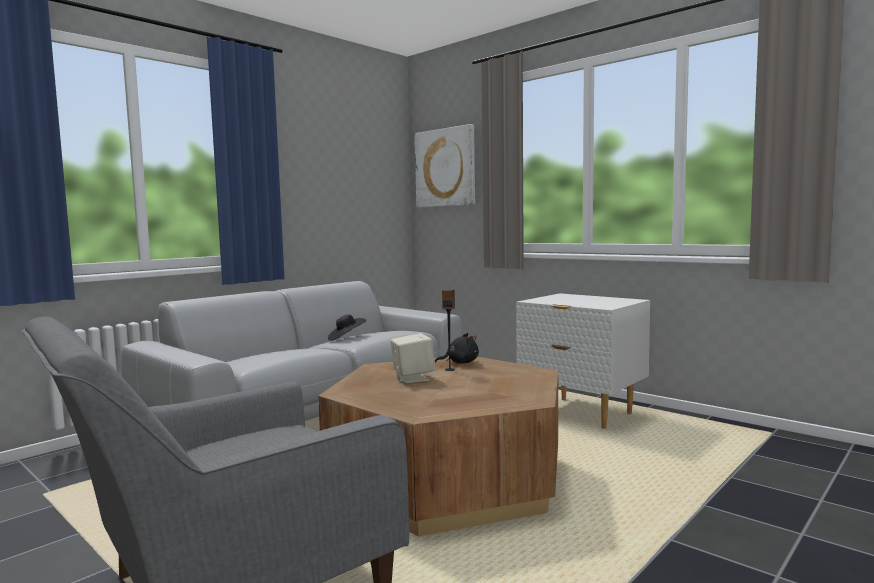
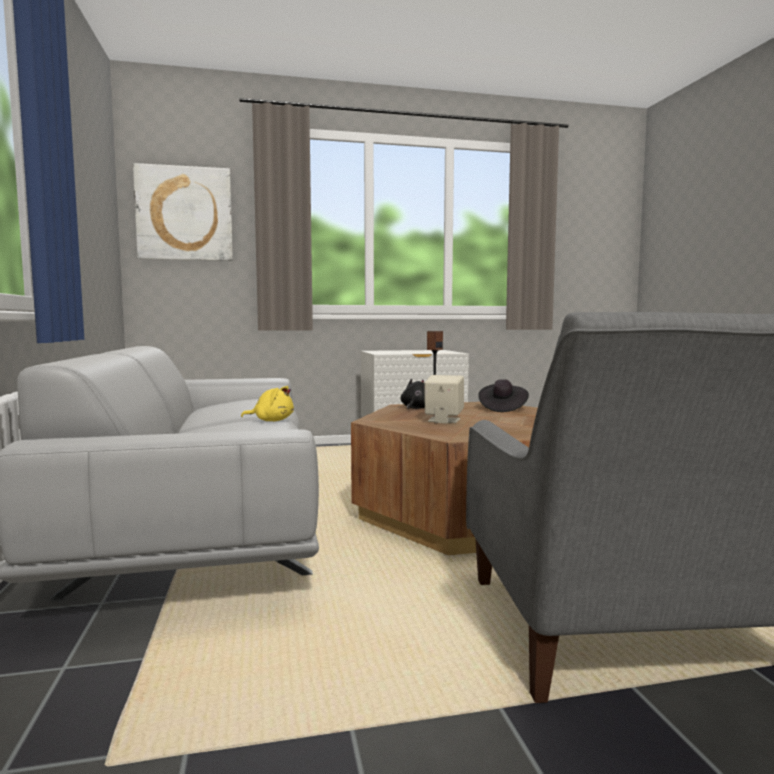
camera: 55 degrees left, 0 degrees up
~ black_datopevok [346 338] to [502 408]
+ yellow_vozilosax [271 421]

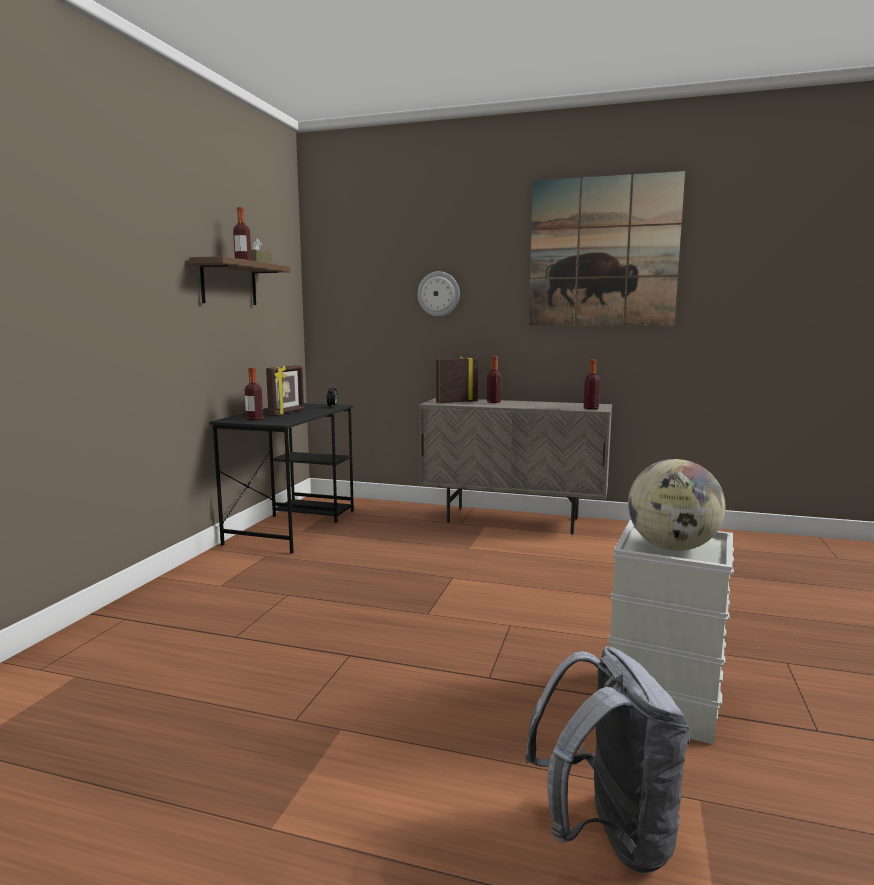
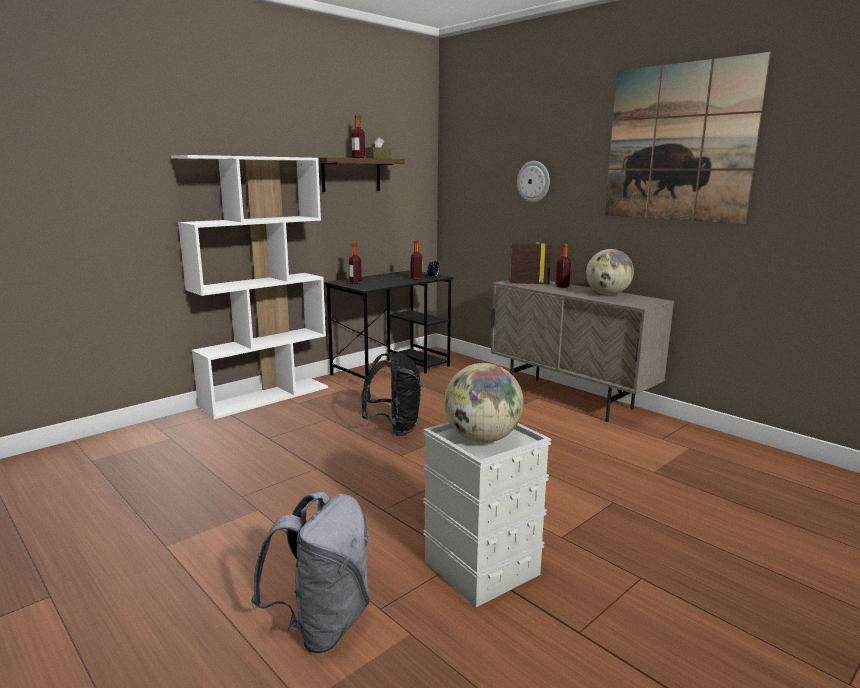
camera: 30 degrees right, 5 degrees up
- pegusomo [287 412]
~ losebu [591 408] to [416 278]
+ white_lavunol [266 397]
+ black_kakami [394 428]
+ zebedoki [607 294]

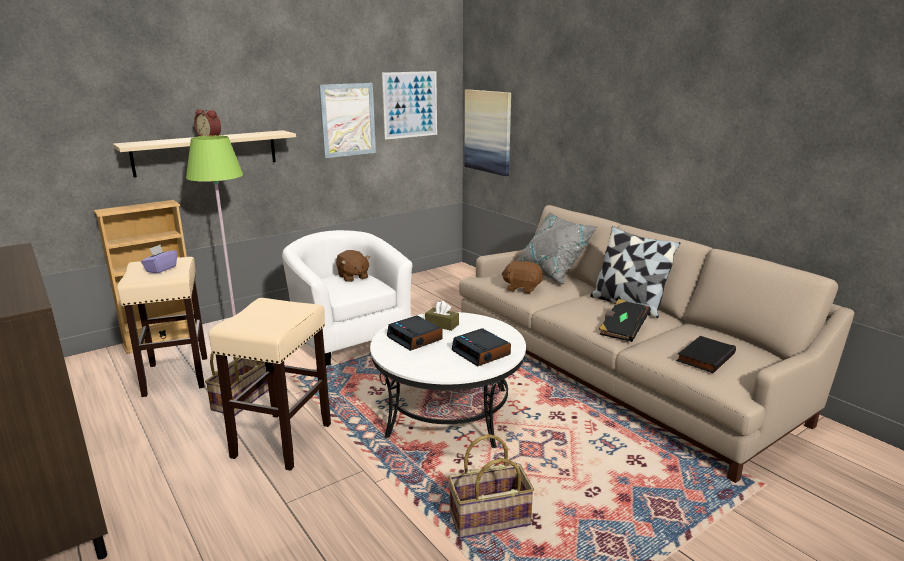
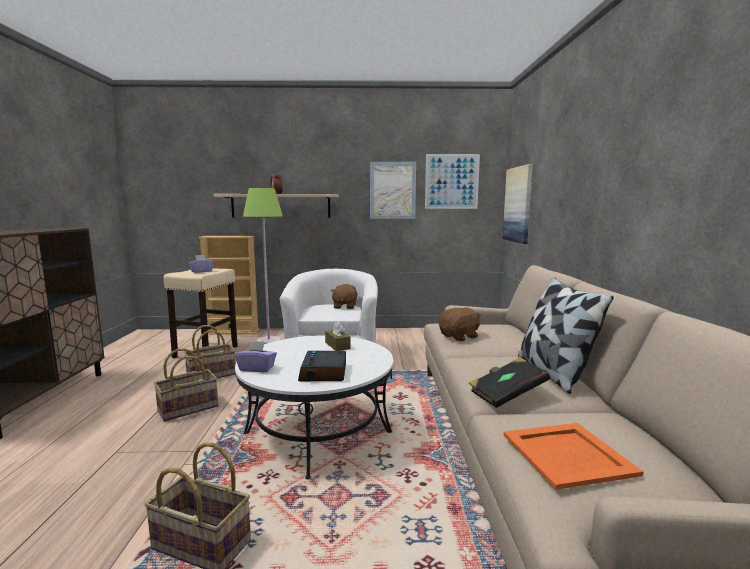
camera: 35 degrees right, 10 degrees down
~ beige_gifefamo [283 439] to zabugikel [188 408]
- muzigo [415 338]
~ brown_vozilosax [522 288] = [459 337] 90 degrees clockwise
- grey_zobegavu [552 273]
~ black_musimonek [704 357] to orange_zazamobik [567 453]
+ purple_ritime [257 368]

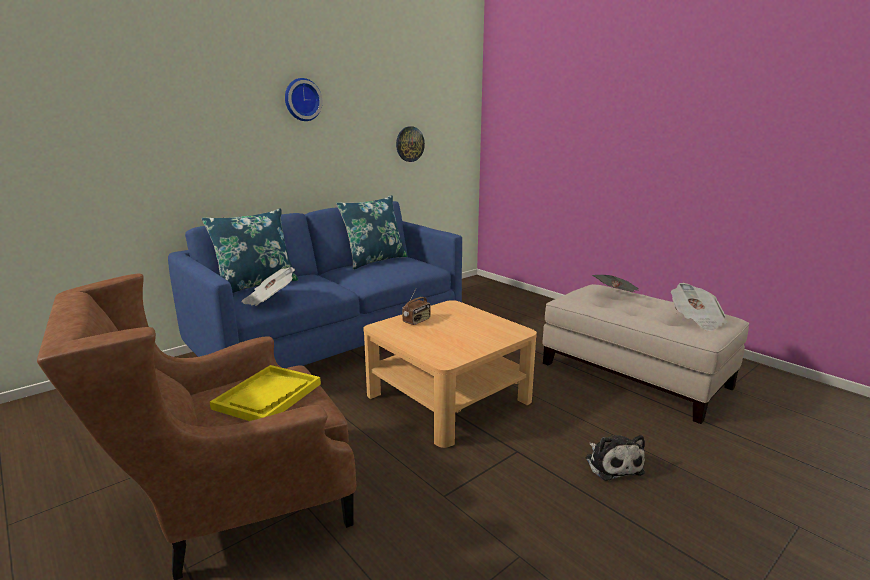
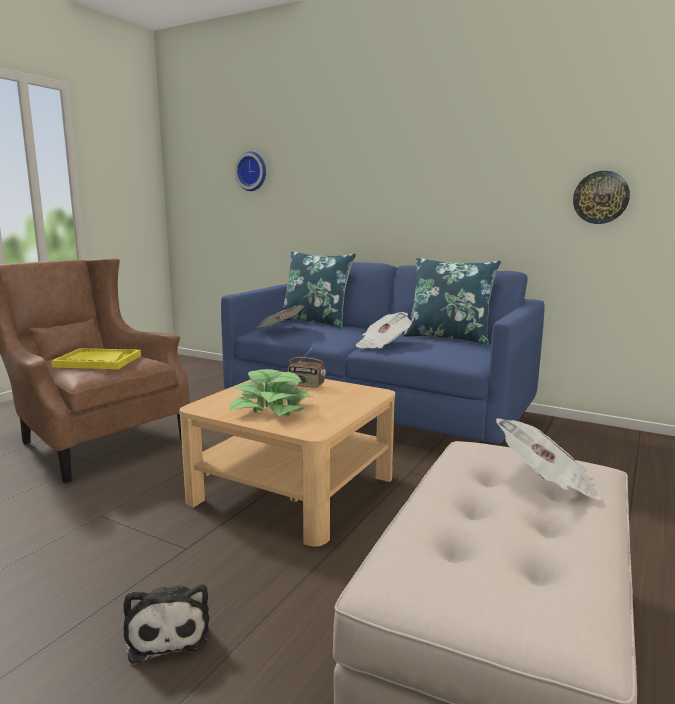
camera: 70 degrees right, 5 degrees down
~ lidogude [302 99] to [252 171]
~ vozilosax [612 464] = [168 632] 75 degrees counterclockwise
~ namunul [696 320] to [382 345]
+ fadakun [271 408]

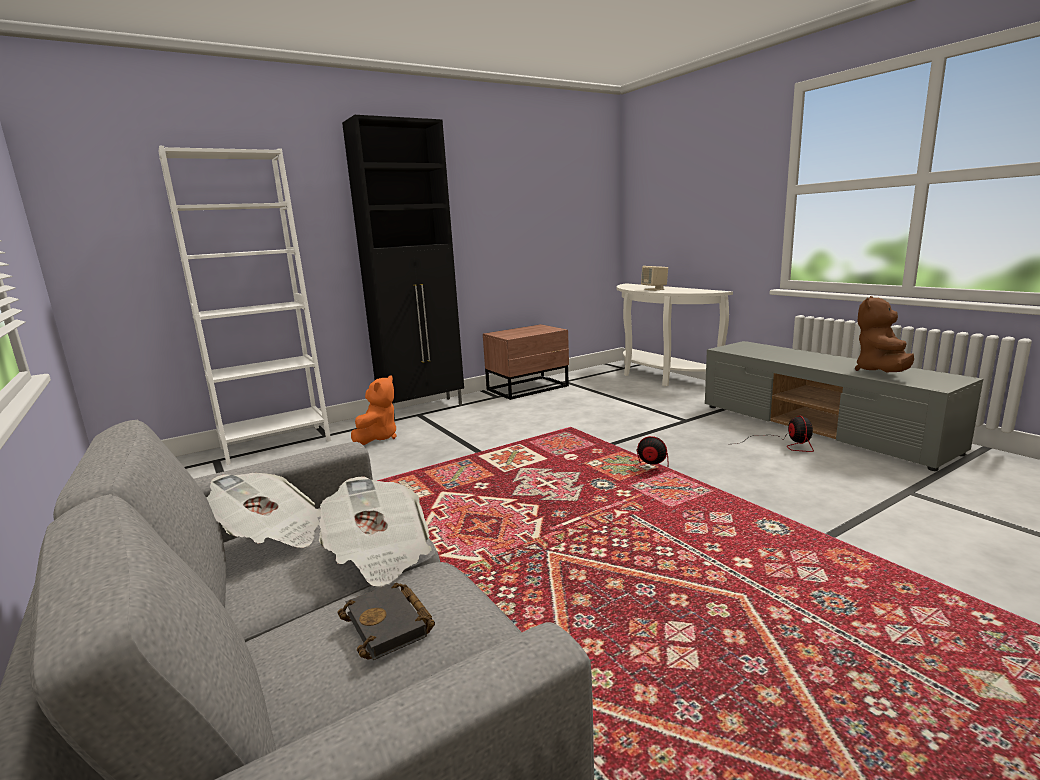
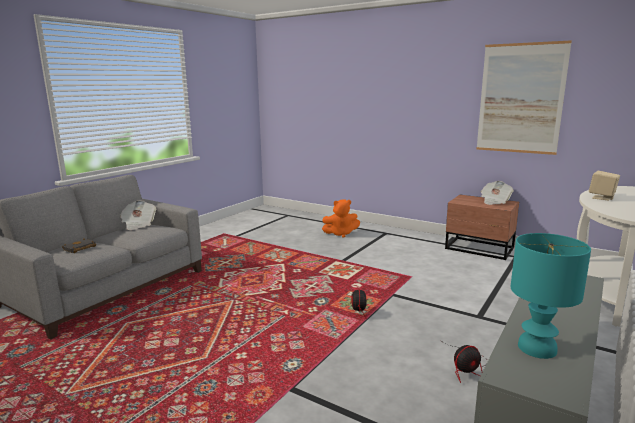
camera: 65 degrees right, 0 degrees up
- white_lavunol [276 444]
~ namunul [379 554] to [495 201]
- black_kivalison [423 409]
~ brown_vozilosax [882 372] to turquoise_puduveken [538 348]
+ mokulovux [520 99]

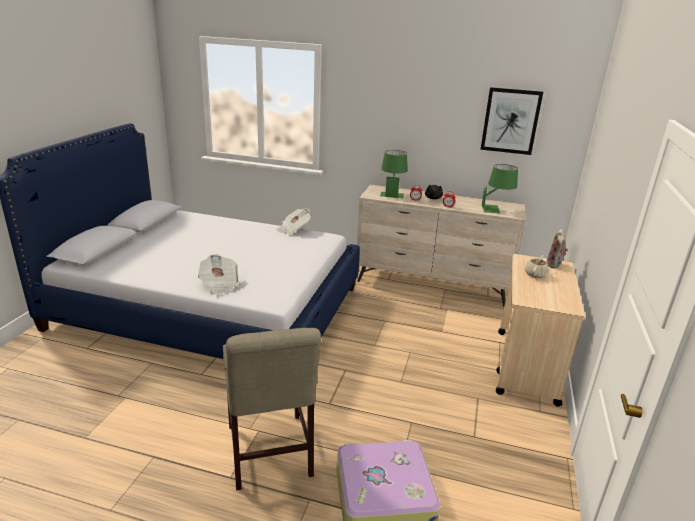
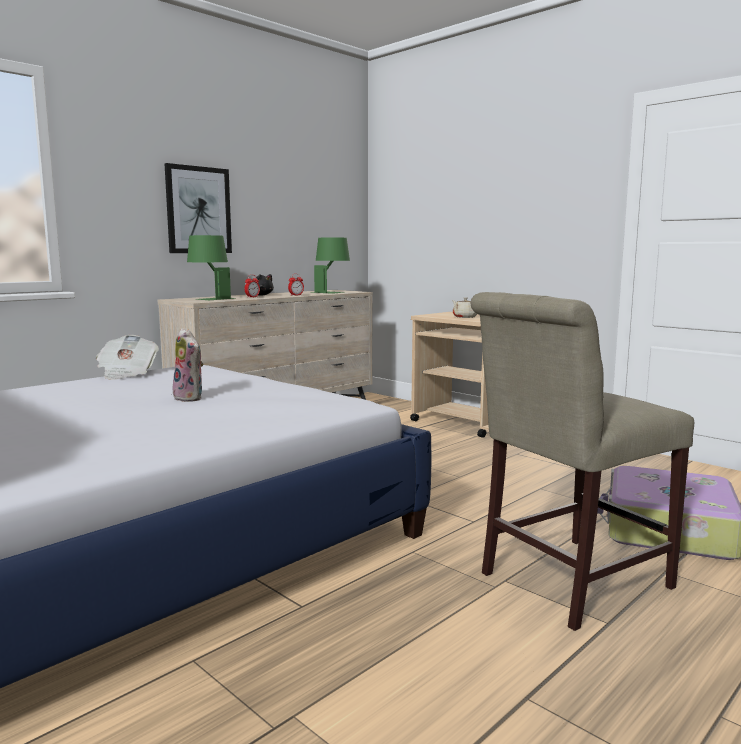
camera: 60 degrees left, 15 degrees down
- namunul [219 284]
~ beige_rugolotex [269 455] = [566 582] 135 degrees clockwise
~ mokulovux [510 121] to [198 210]
~ vozilosax [554 265] to [191 398]

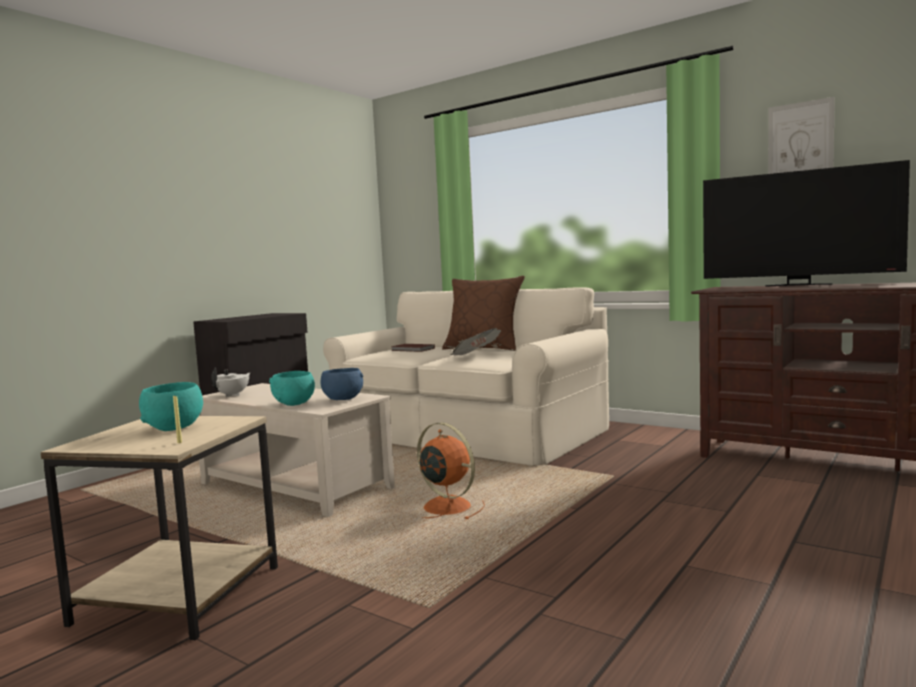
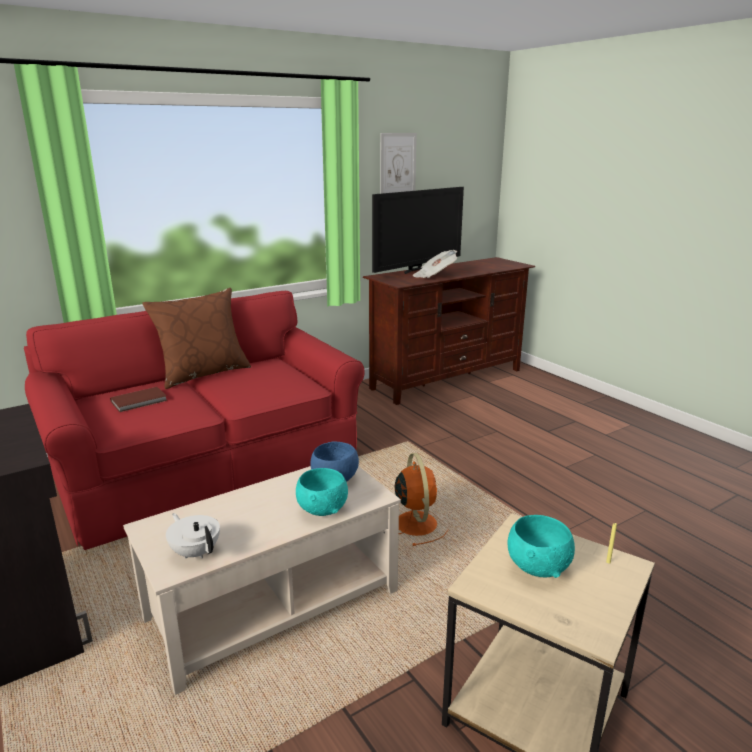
camera: 70 degrees left, 15 degrees up
~ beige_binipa [468 432] to red_binipa [208 466]
~ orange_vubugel [445 507] = [415 523] 105 degrees clockwise
~ namunul [475 357] to [434 276]

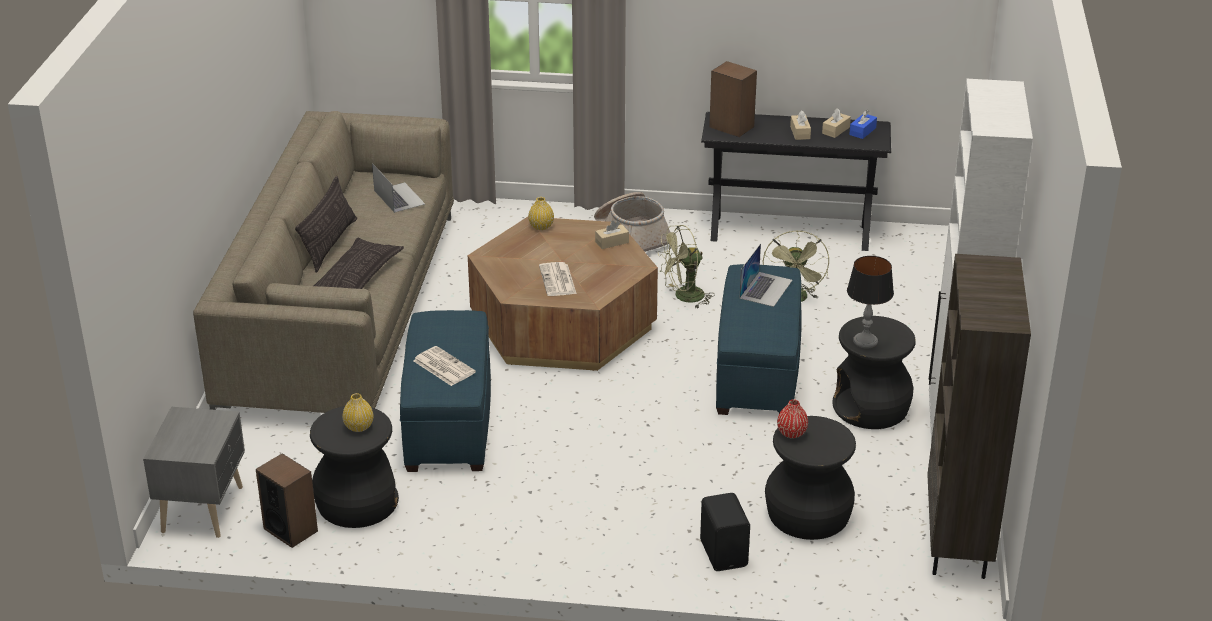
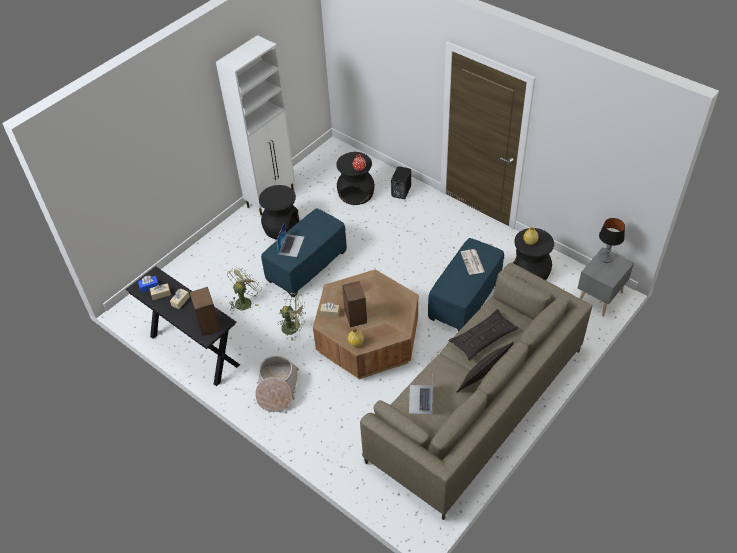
camera: 145 degrees left, 15 degrees up
~ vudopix [291 529] to [355 316]
- namunul [558 280]
~ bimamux [766 289] = [291 245] 135 degrees clockwise
~ puduveken [865 341] to [606 258]
- brown_lavunol [958 542]

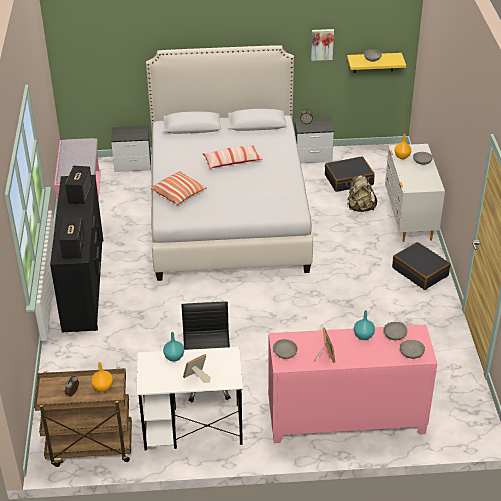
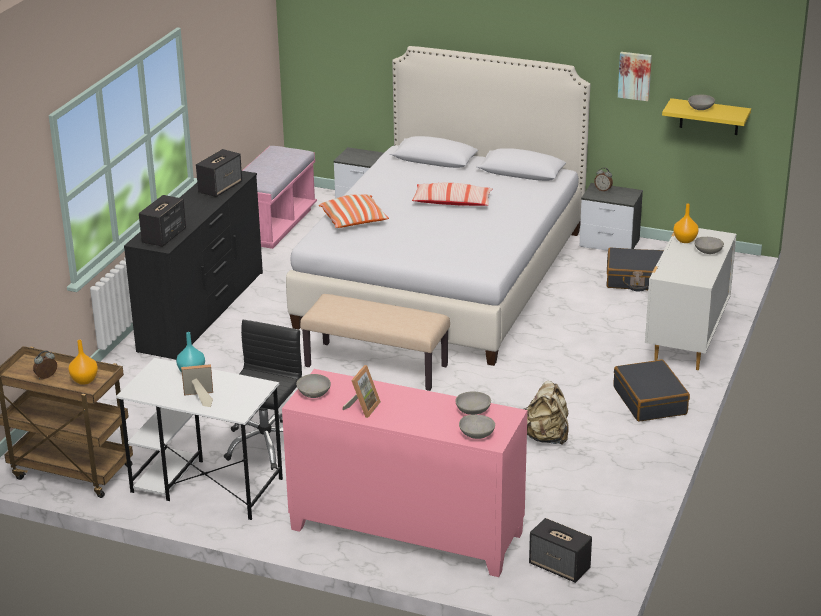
camera: 25 degrees right, 10 degrees down
~ beige_kakami [360 208] to [546 437]
- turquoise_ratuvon [363 336]
+ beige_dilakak [377 366]
+ vudopix [560 567]

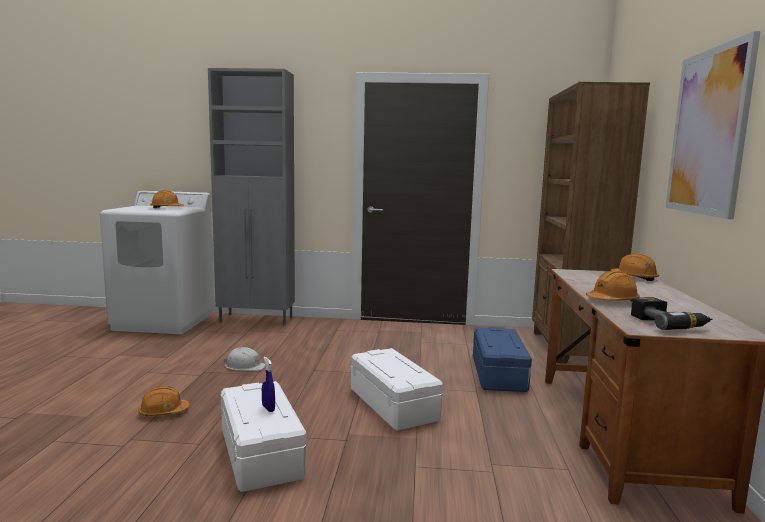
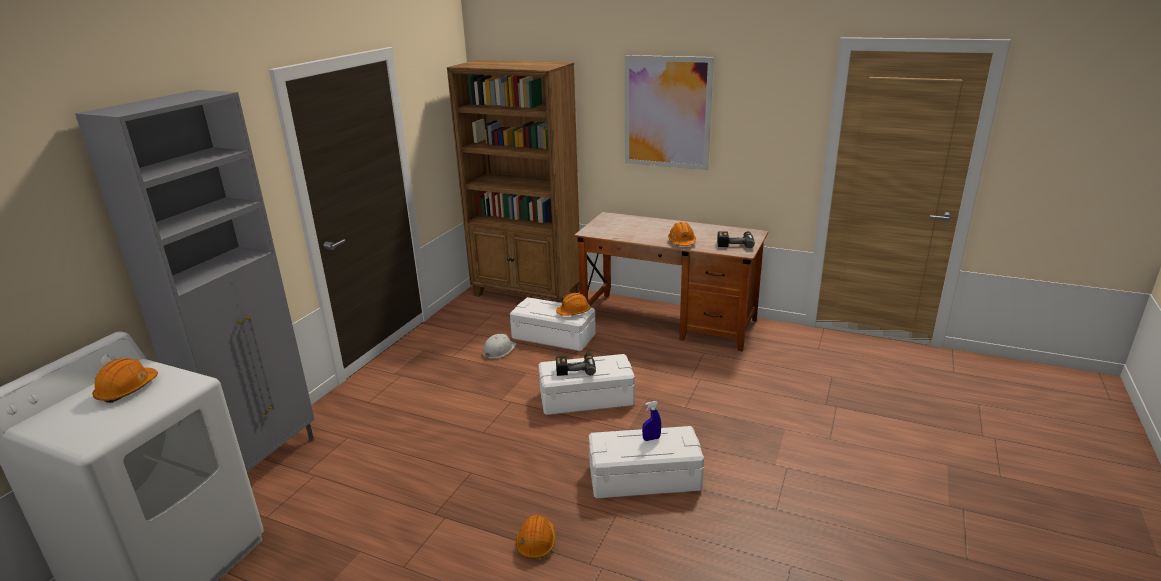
camera: 70 degrees left, 15 degrees up
~ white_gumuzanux [245 366] to [498 350]
~ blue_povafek [499 374] to white_povafek [554 336]
~ orange_gumuzanux [634 278] to [573 312]
+ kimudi [575 368]

